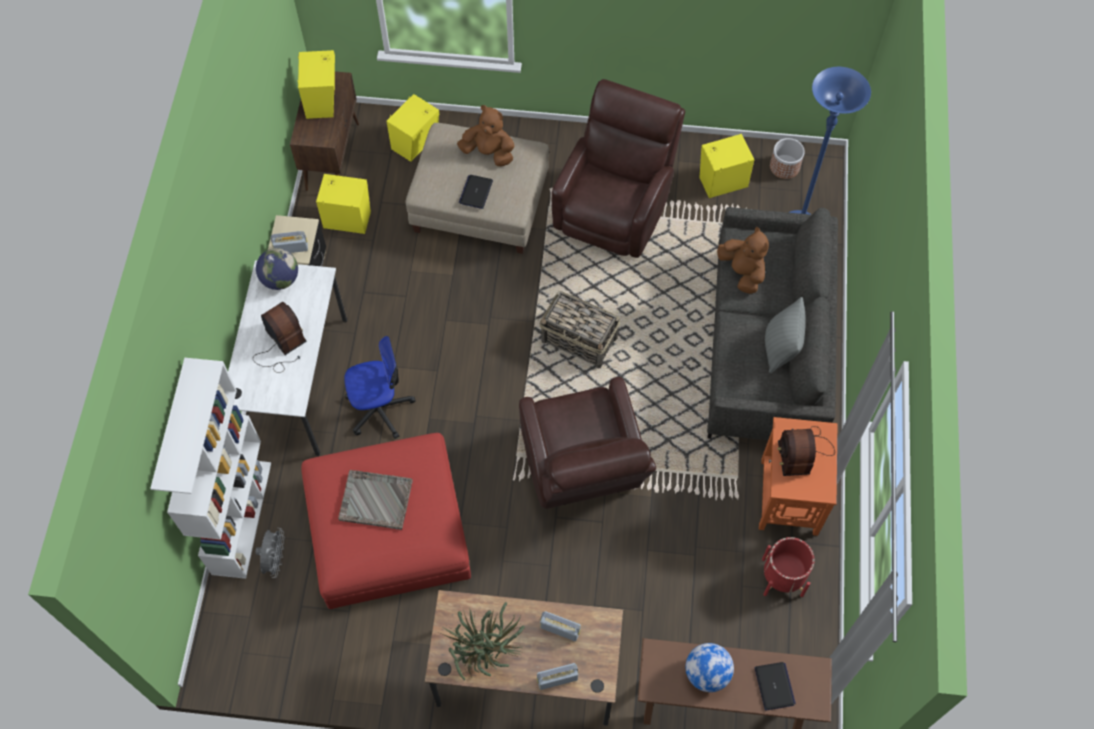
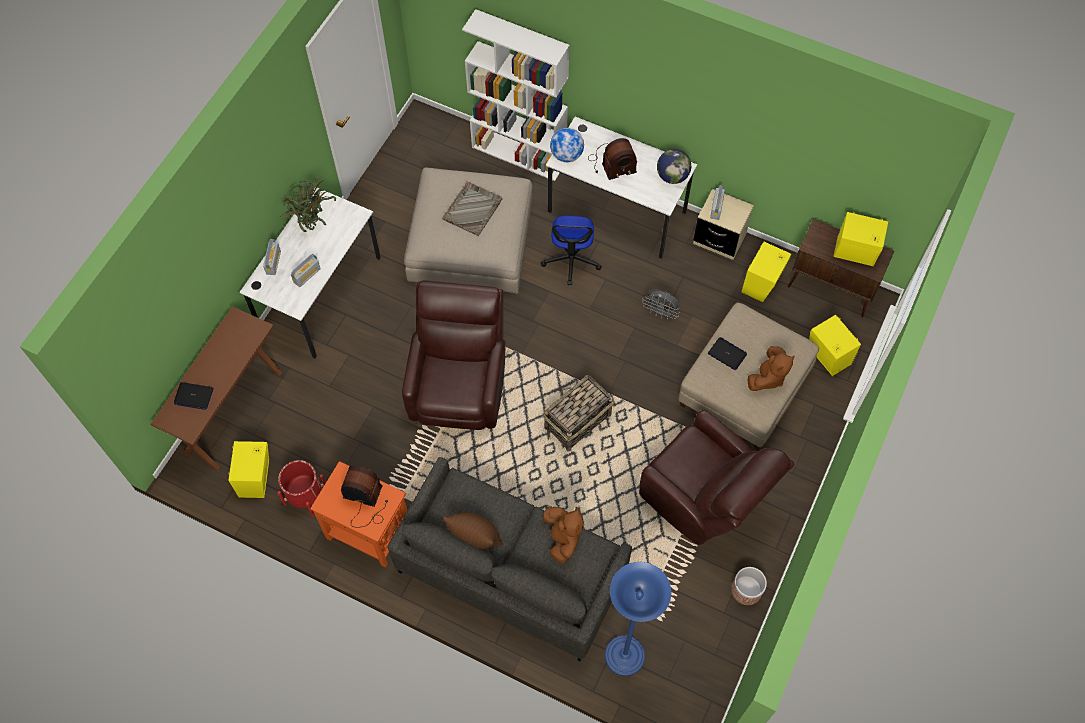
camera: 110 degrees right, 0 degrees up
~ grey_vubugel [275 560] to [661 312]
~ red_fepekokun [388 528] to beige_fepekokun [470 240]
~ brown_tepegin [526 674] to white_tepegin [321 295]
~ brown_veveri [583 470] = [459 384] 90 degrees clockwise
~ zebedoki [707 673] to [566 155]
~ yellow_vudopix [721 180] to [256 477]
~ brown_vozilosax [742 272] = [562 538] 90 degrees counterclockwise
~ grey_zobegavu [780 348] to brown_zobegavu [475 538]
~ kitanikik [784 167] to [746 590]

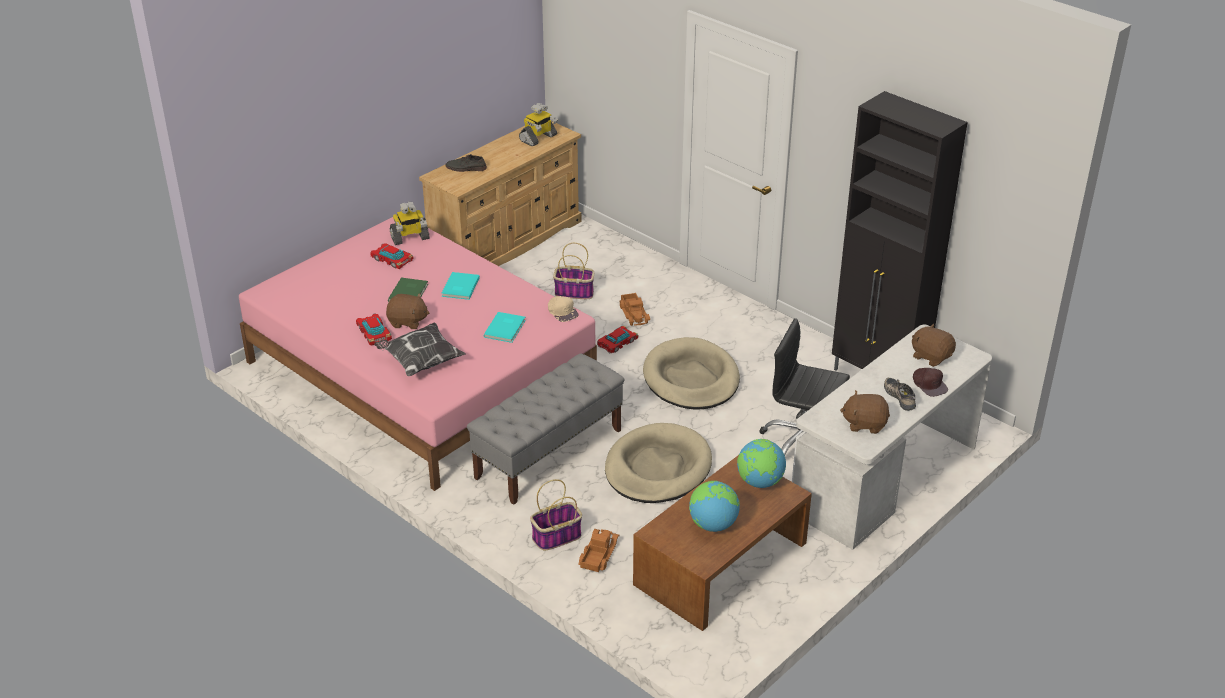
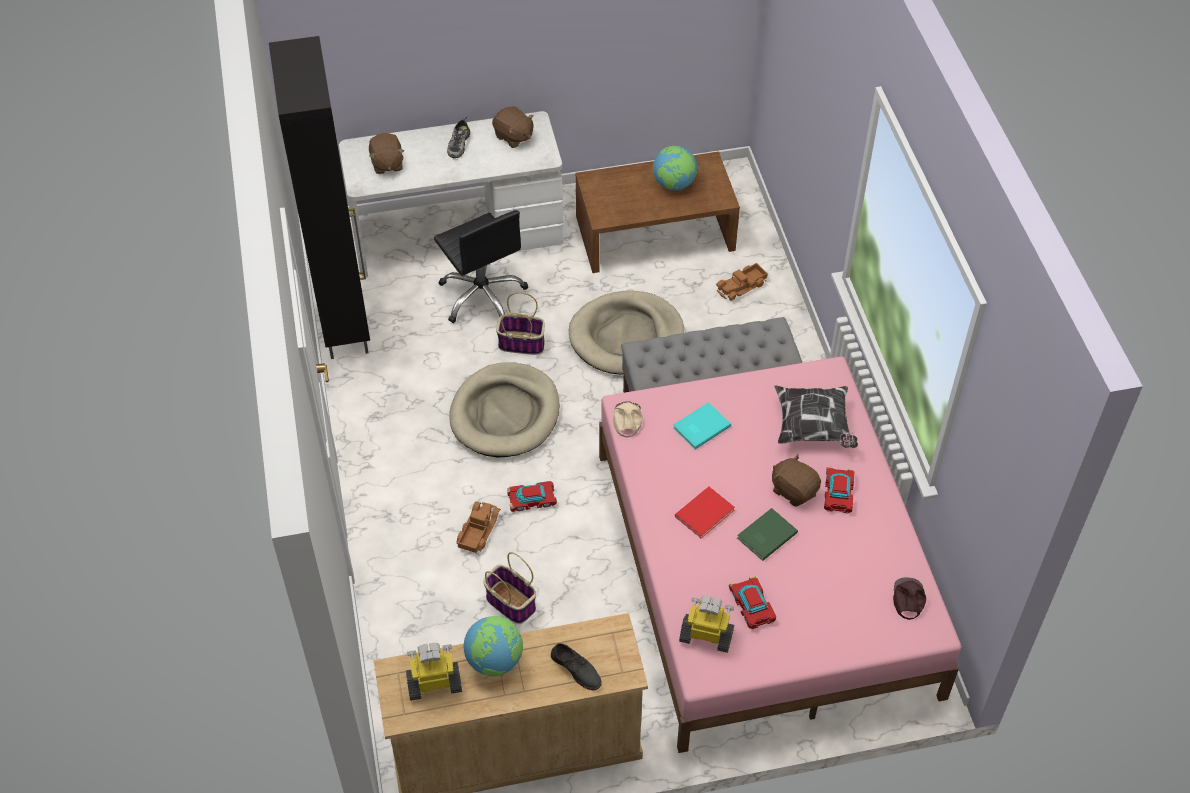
camera: 145 degrees left, 15 degrees up
~ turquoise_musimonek [459 287] to red_musimonek [706 513]
~ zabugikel [556 537] to [522 343]
~ zebedoki [759 482] to [495 660]
~ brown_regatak [929 384] to [908 599]

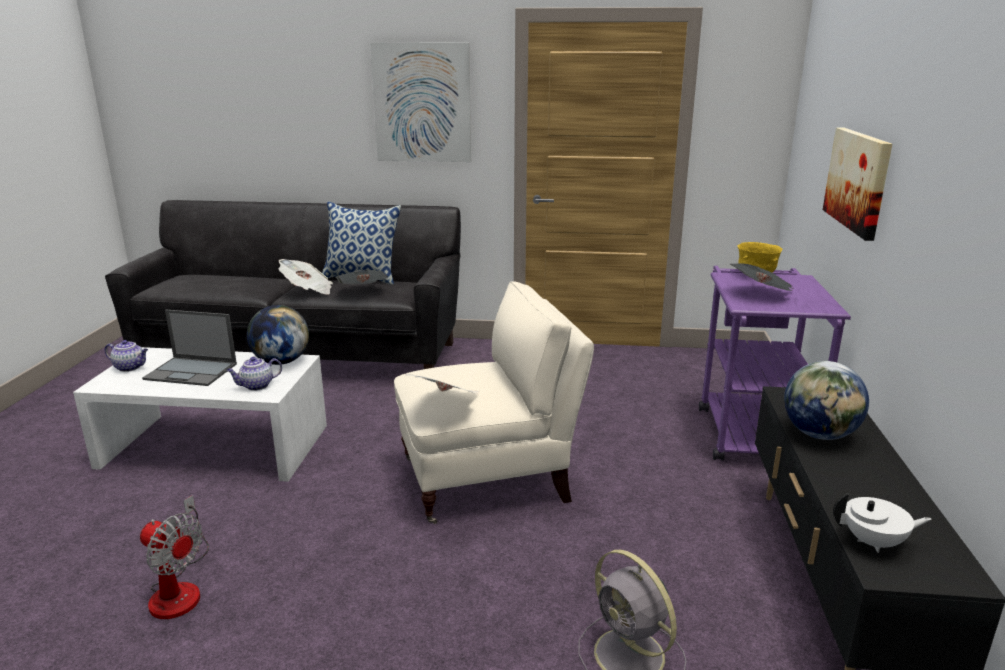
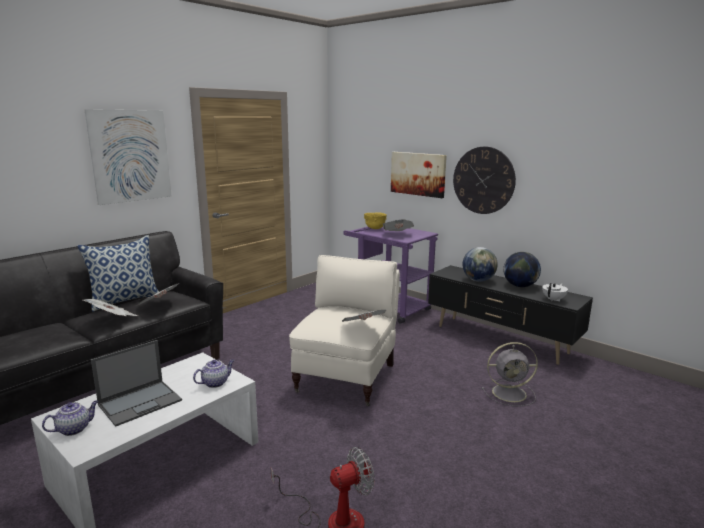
camera: 55 degrees left, 5 degrees down
~ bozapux [256 386] = [215 383] 135 degrees counterclockwise
~ zebedoki [281 362] to [520 286]
+ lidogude [483 180]

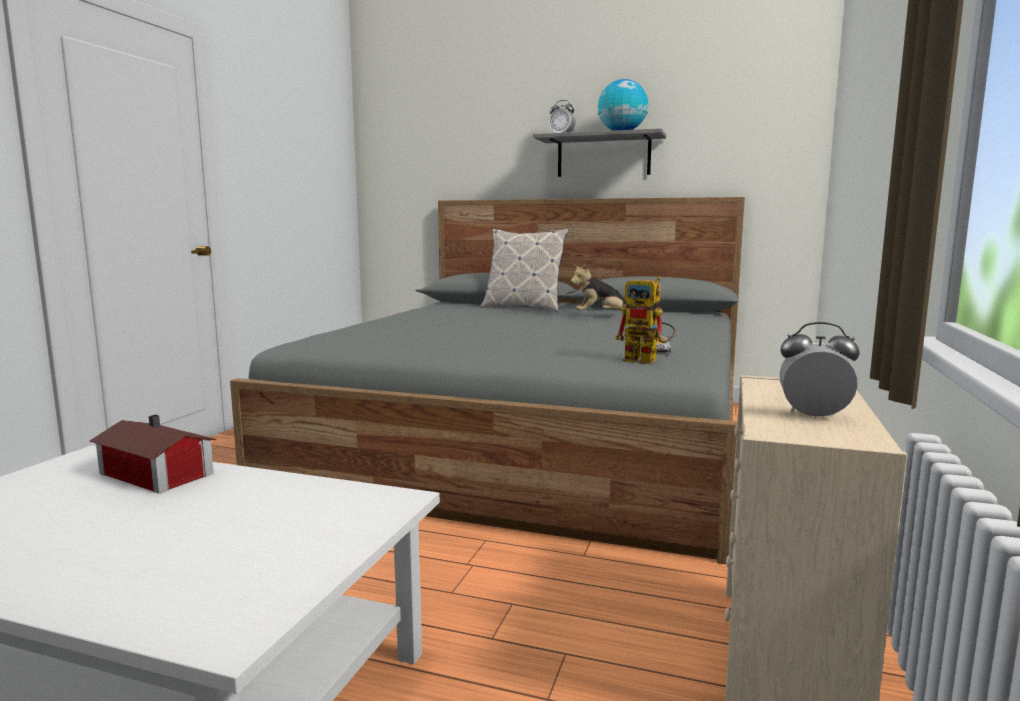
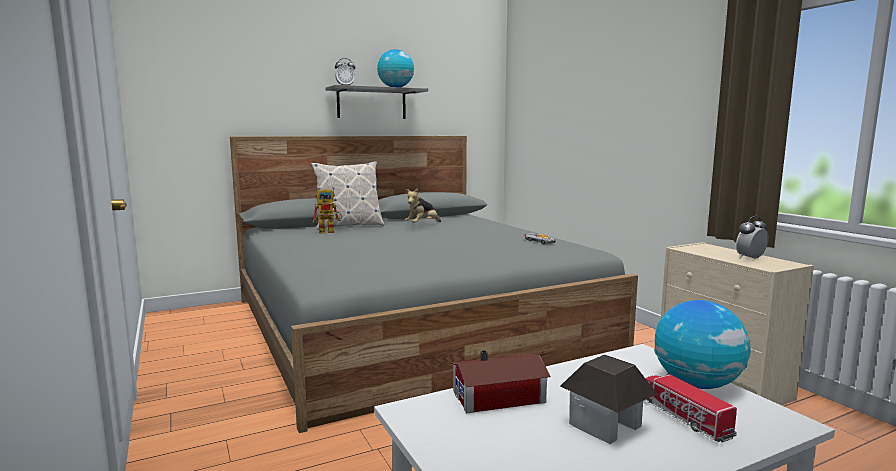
camera: 45 degrees left, 0 degrees up
~ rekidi [647 360] to [330 231]
+ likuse [605 425]
+ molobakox [679 415]
+ zebedoki [696 384]

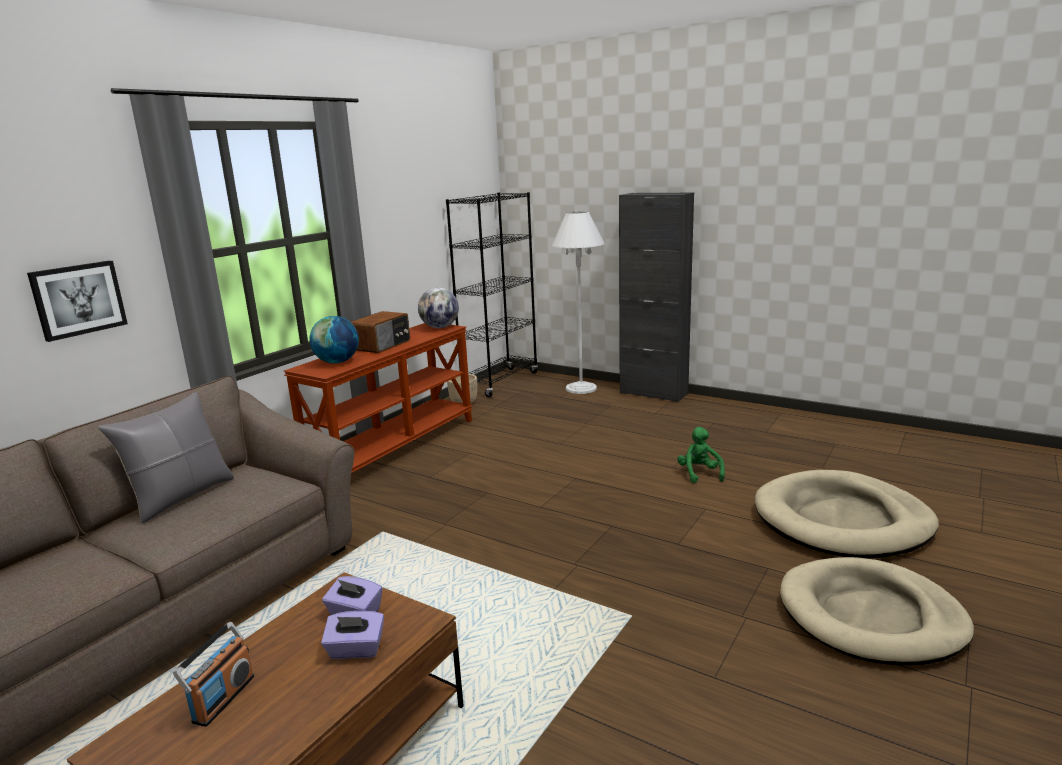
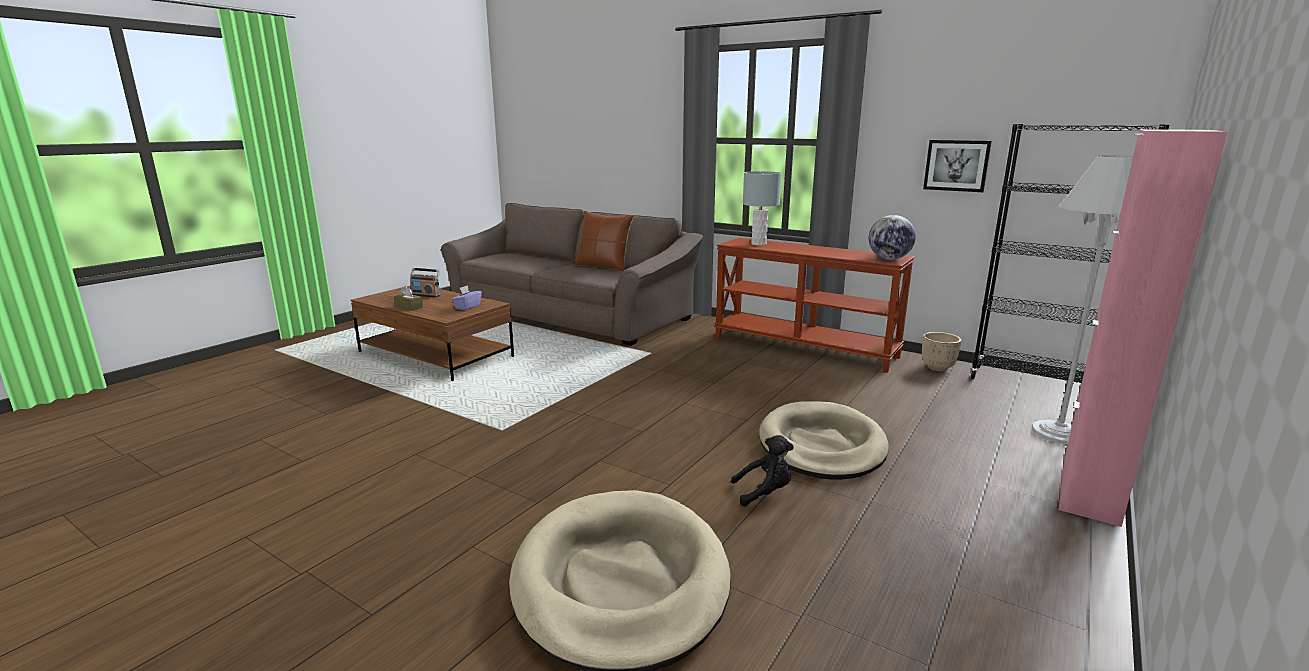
camera: 90 degrees right, 0 degrees up
~ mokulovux [78 299] to [956 165]
~ grey_zobegavu [181 497] to brown_zobegavu [603 266]
~ zebedoki [337 362] to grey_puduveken [758 244]
- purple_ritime [355 650]
- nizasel [383 345]
~ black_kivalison [653 393] to pink_kivalison [1090 491]
~ green_vozilosax [699 474] to black_vozilosax [764 493]
~ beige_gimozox [871 616] to [821 446]
+ brown_ritime [409 307]

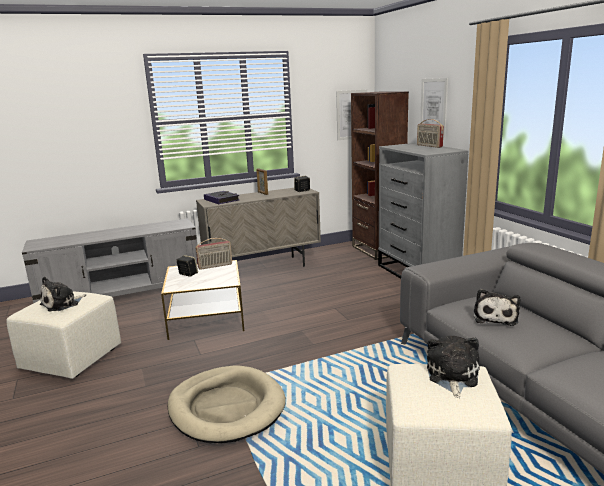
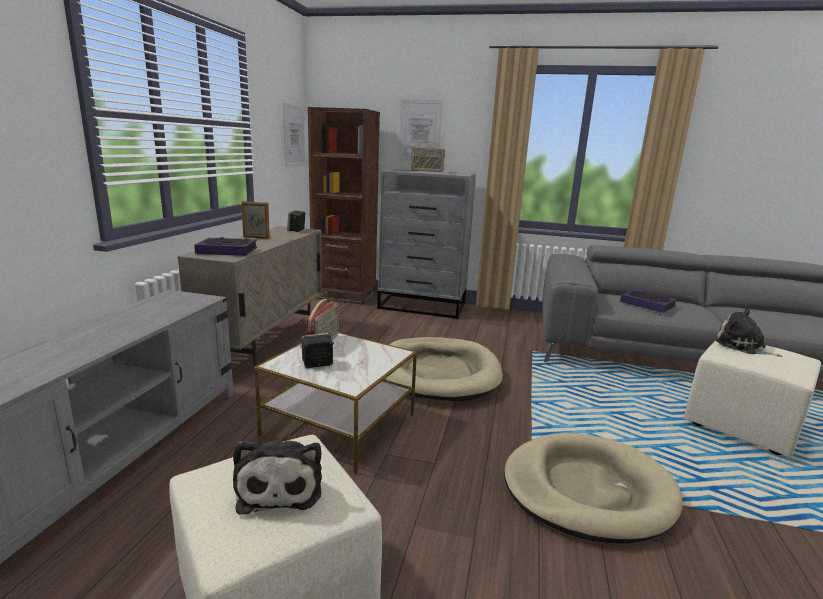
camera: 55 degrees left, 0 degrees up
~ vozilosax [495 317] to musimonek [647 304]
+ beige_gimozox [439 372]

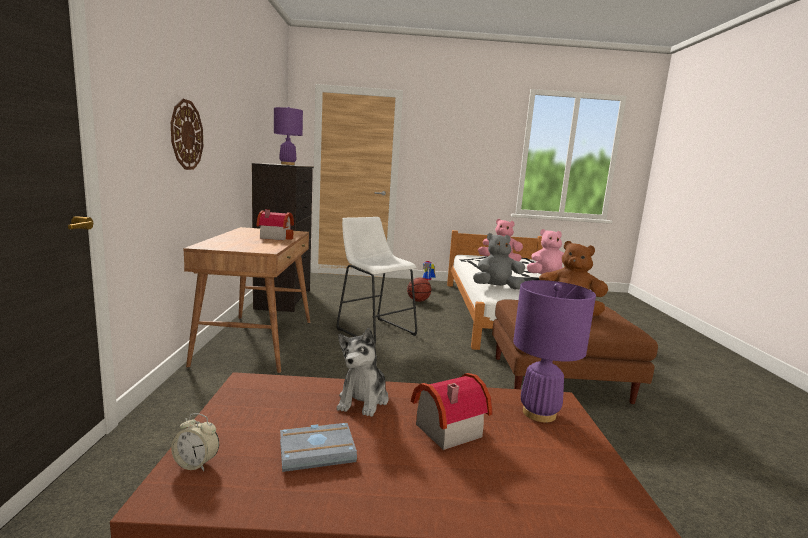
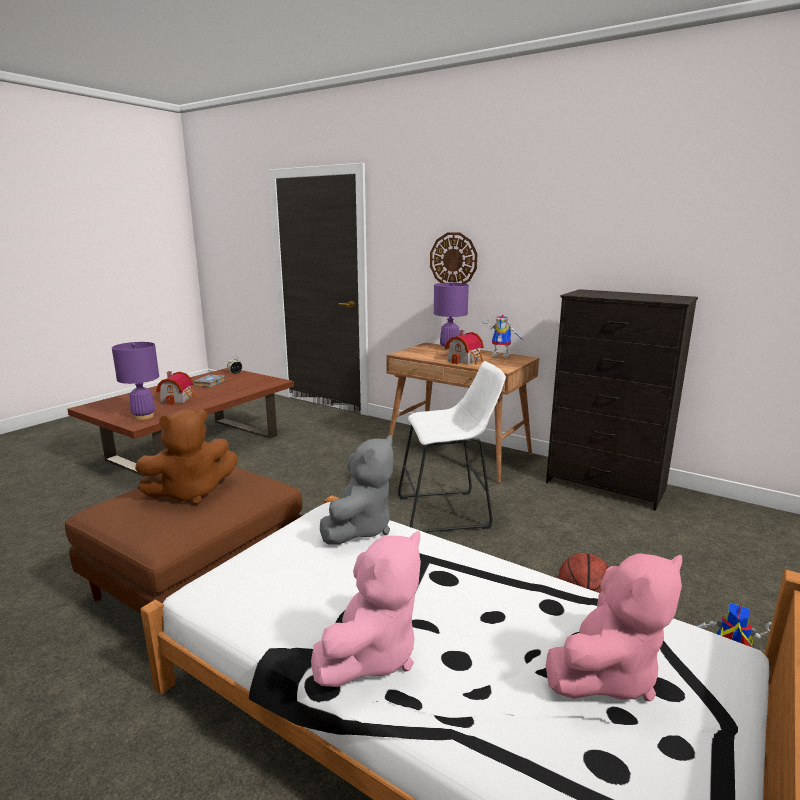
camera: 125 degrees right, 5 degrees up
~ purple_puduveken [287 164] to [449 349]
- vozilosax [363 400]
+ rekidi [502 355]

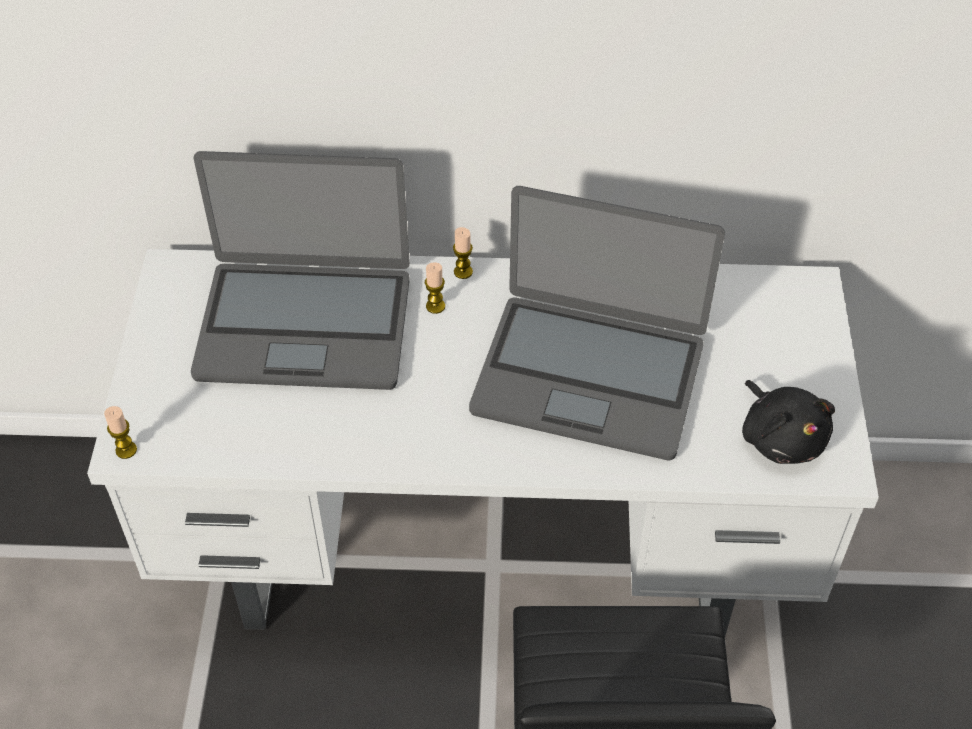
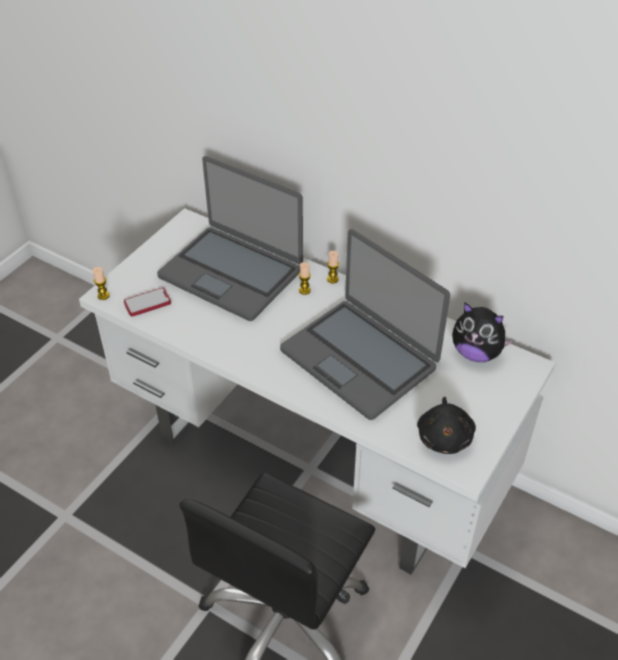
camera: 30 degrees right, 5 degrees down
+ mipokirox [147 303]
+ vozilosax [476 353]

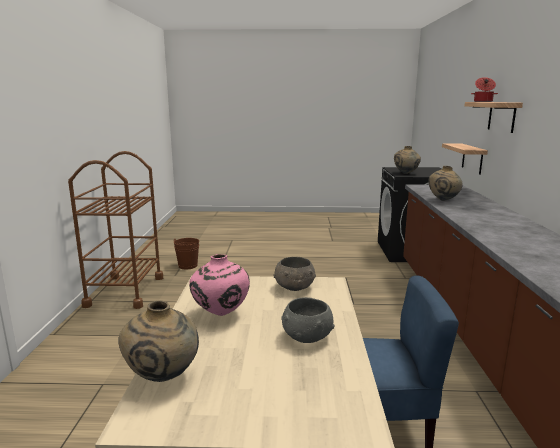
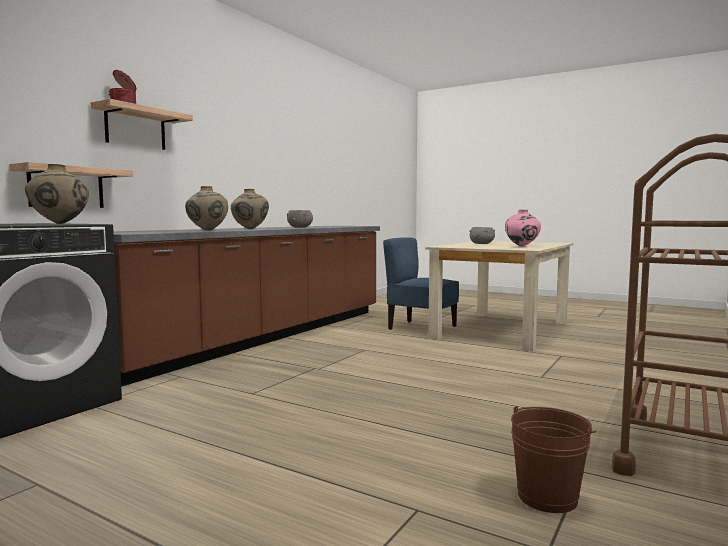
camera: 150 degrees left, 10 degrees down
~ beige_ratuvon [163 377] to [250 229]
~ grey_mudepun [294 287] to [300 227]

